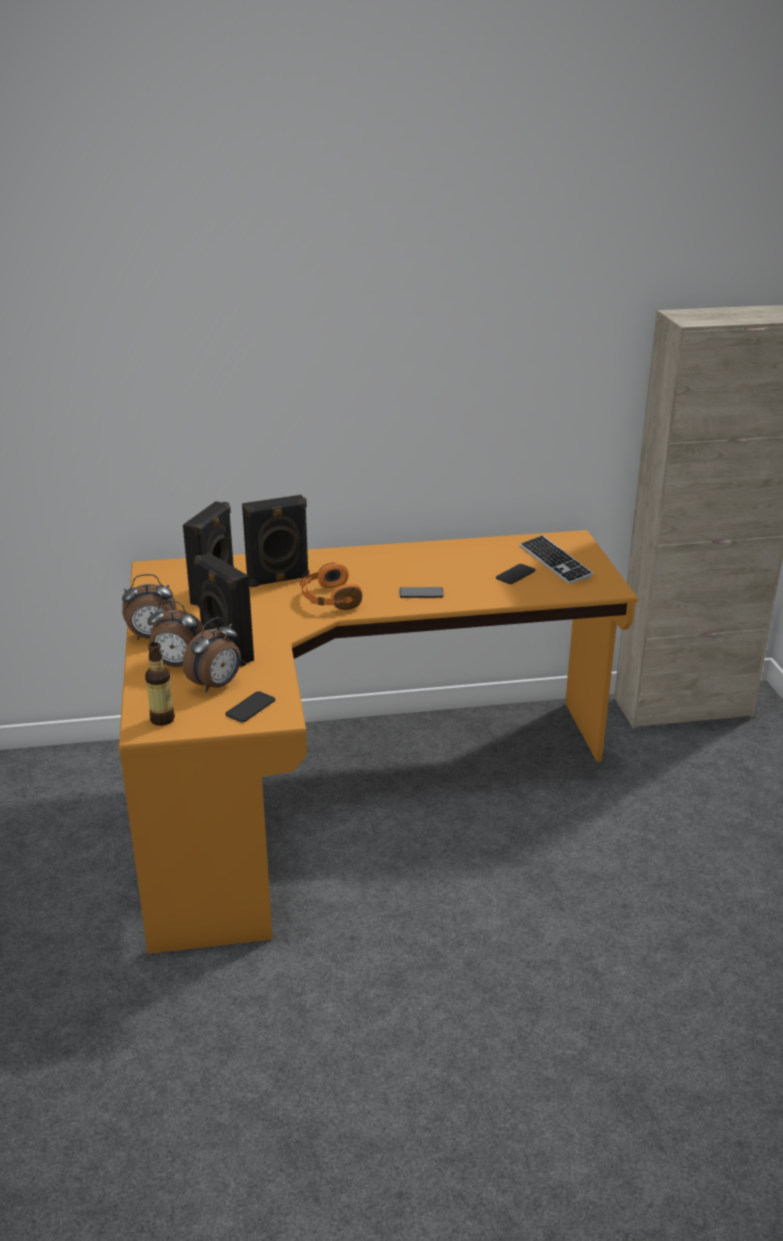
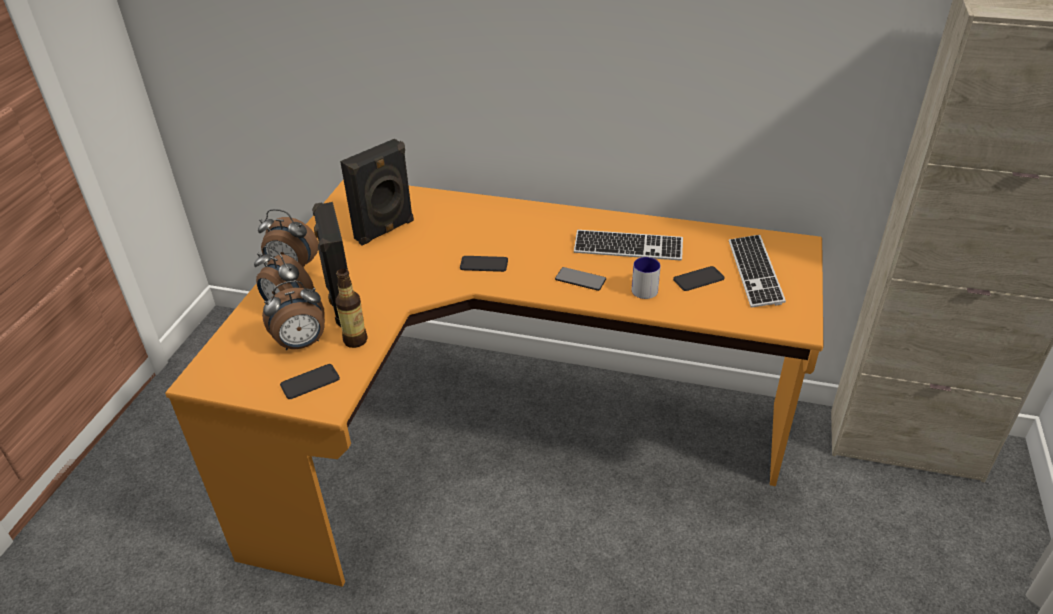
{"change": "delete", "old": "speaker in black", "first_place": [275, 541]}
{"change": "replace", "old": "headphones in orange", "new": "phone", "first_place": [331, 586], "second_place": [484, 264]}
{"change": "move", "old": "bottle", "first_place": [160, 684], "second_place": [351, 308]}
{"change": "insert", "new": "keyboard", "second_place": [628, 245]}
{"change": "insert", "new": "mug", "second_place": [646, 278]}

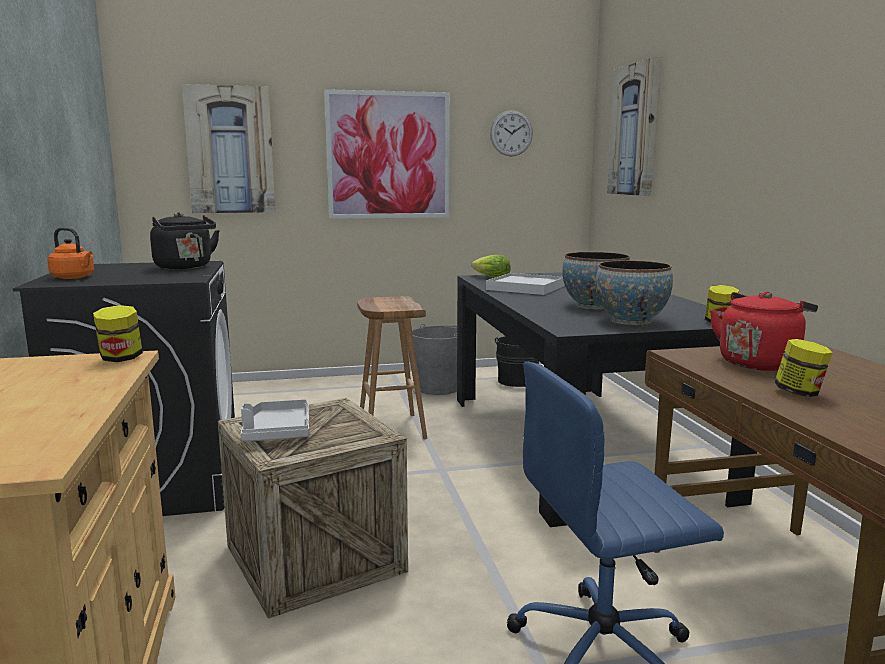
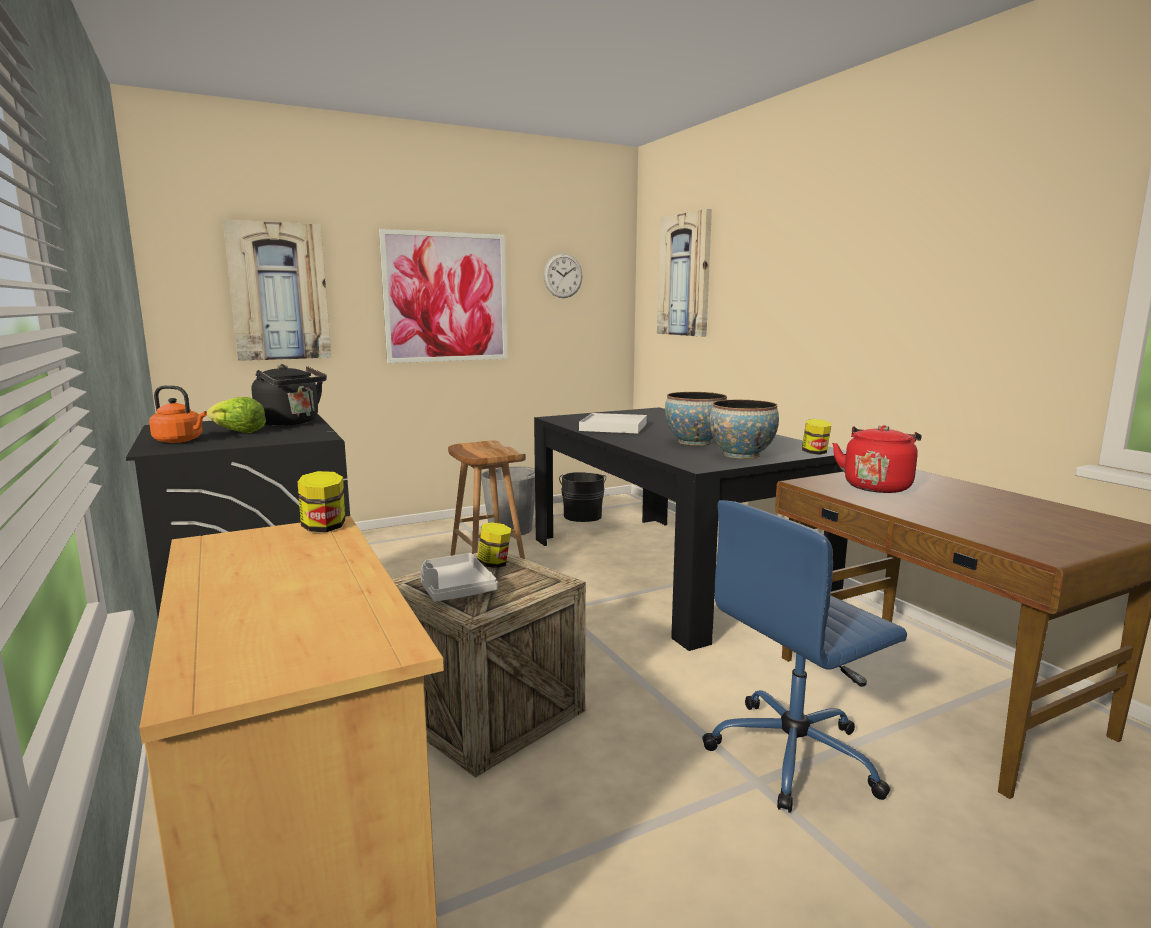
{"change": "move", "old": "lettuce", "first_place": [491, 266], "second_place": [236, 415]}
{"change": "move", "old": "jar", "first_place": [804, 368], "second_place": [494, 545]}

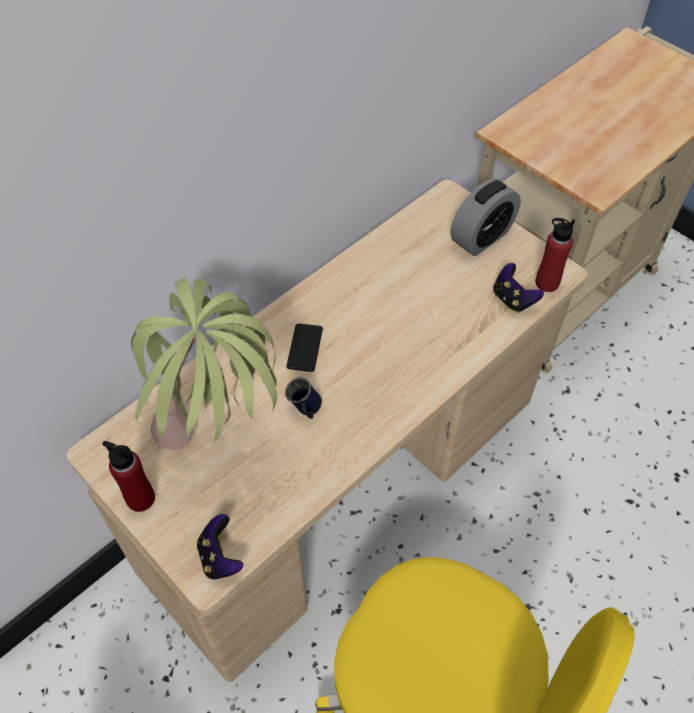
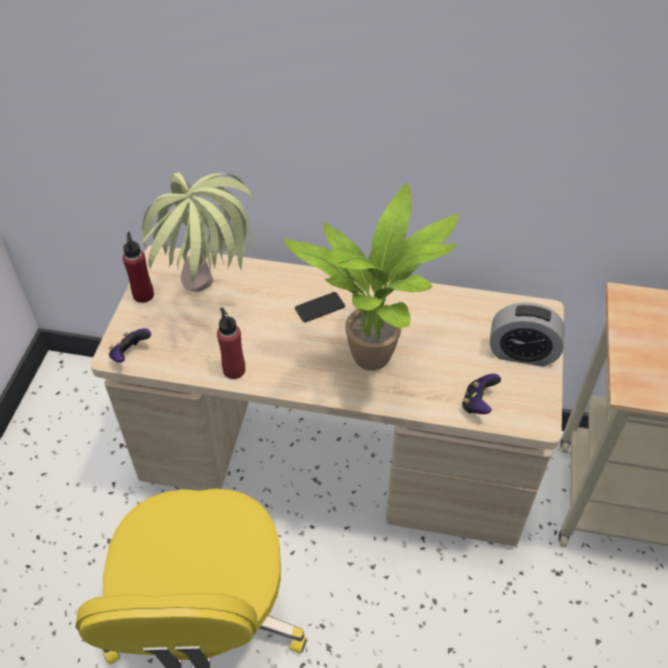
{"change": "move", "old": "bottle in red", "first_place": [555, 255], "second_place": [231, 343]}
{"change": "delete", "old": "mug in blue", "first_place": [303, 398]}
{"change": "insert", "new": "potted plant", "second_place": [371, 277]}

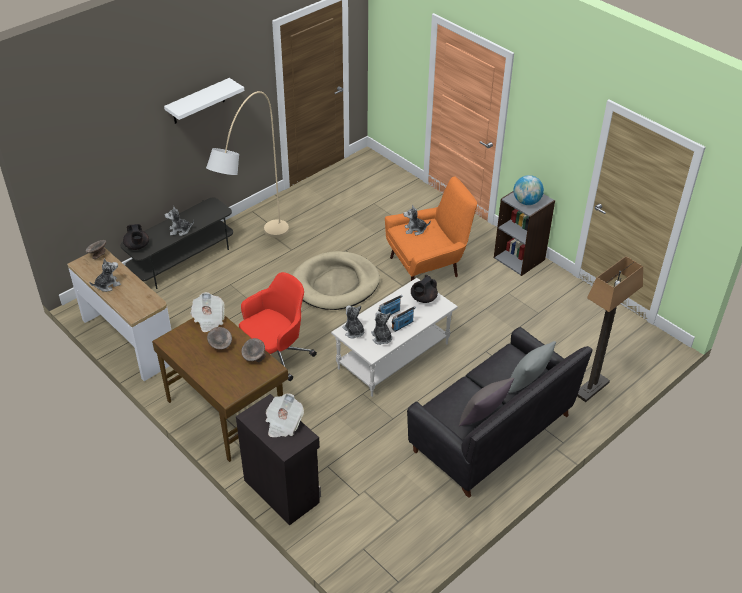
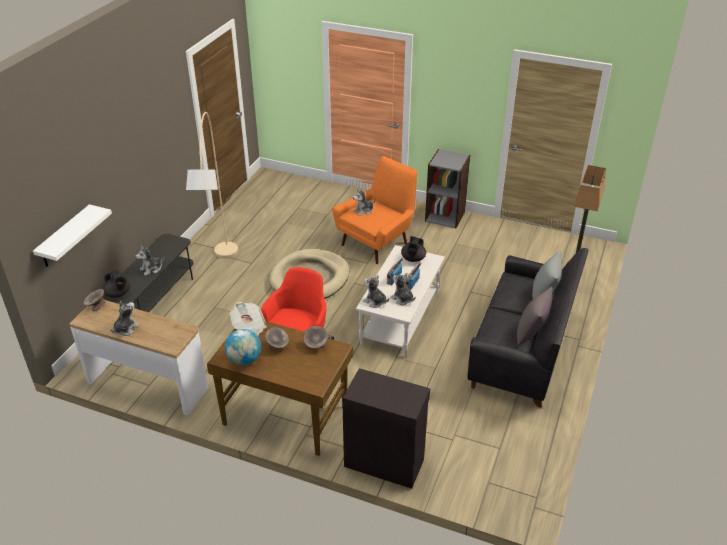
{"change": "move", "old": "shelf in white", "first_place": [204, 101], "second_place": [72, 235]}
{"change": "move", "old": "globe", "first_place": [529, 190], "second_place": [243, 347]}
{"change": "delete", "old": "newspaper", "first_place": [285, 415]}

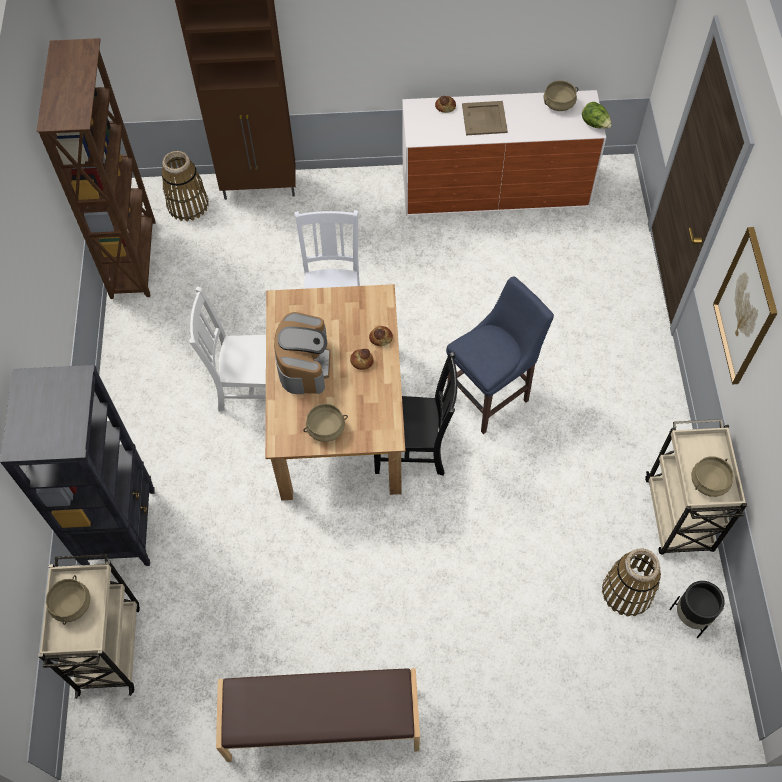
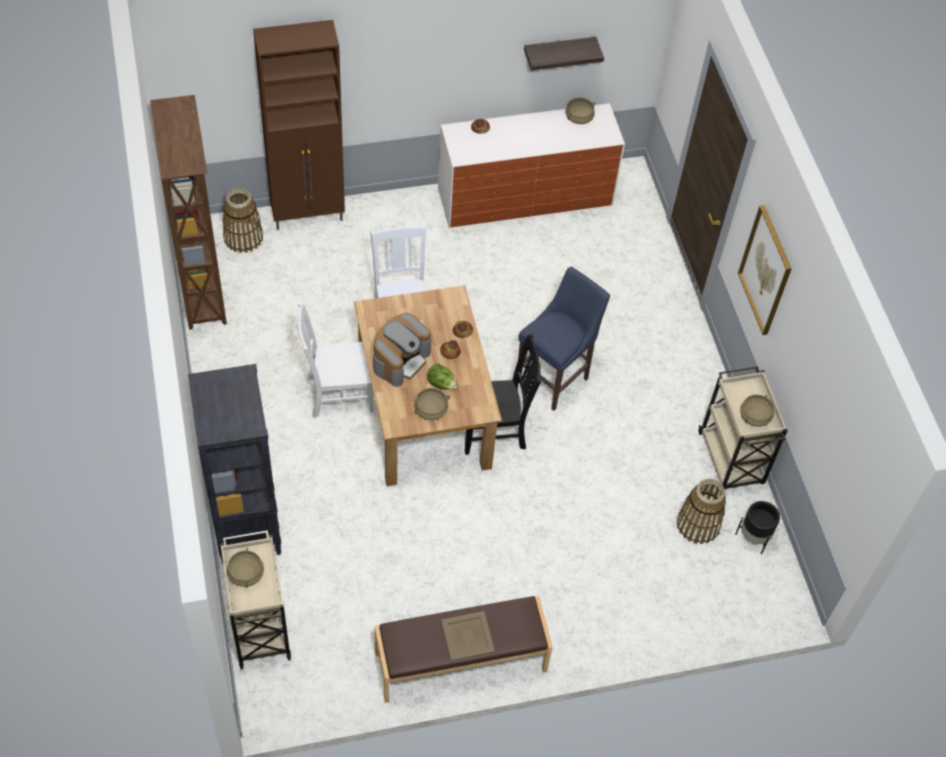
{"change": "move", "old": "tray in beige", "first_place": [485, 118], "second_place": [468, 636]}
{"change": "move", "old": "lettuce", "first_place": [597, 115], "second_place": [442, 377]}
{"change": "rotate", "old": "coffee machine", "first_place": [302, 353], "second_place": [402, 350], "degrees": 45}
{"change": "insert", "new": "shelf", "second_place": [564, 53]}

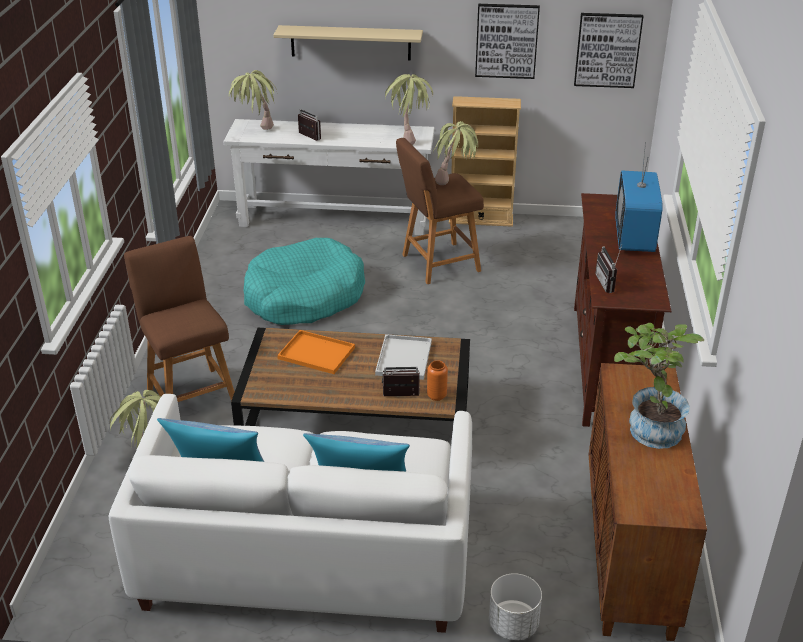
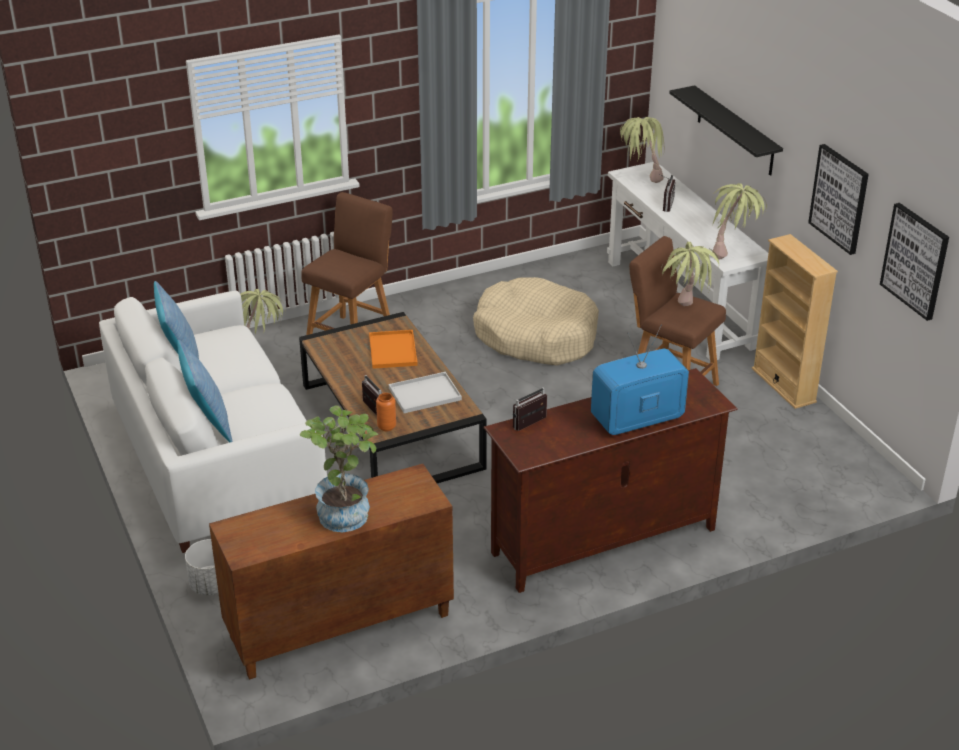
{"change": "recolor", "old": "shelf in beige", "new": "shelf in black", "first_place": [348, 43], "second_place": [726, 130]}
{"change": "recolor", "old": "dog bed in turquoise", "new": "dog bed in beige", "first_place": [304, 281], "second_place": [536, 321]}

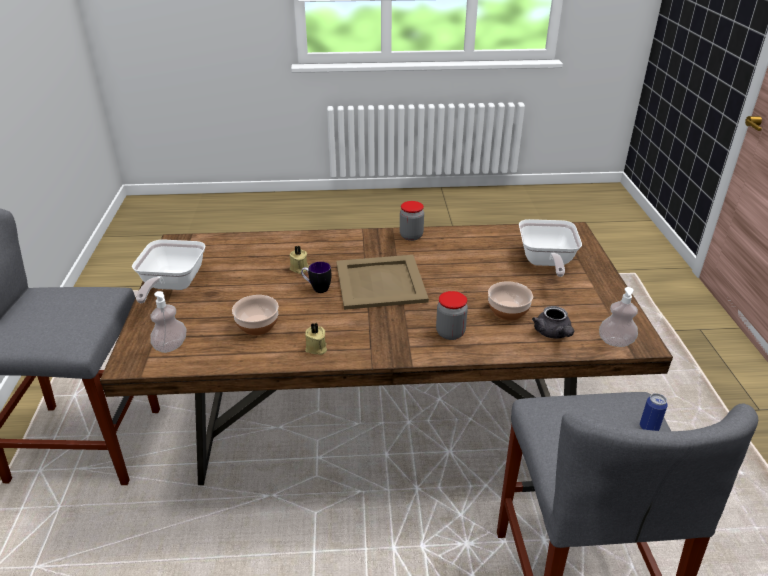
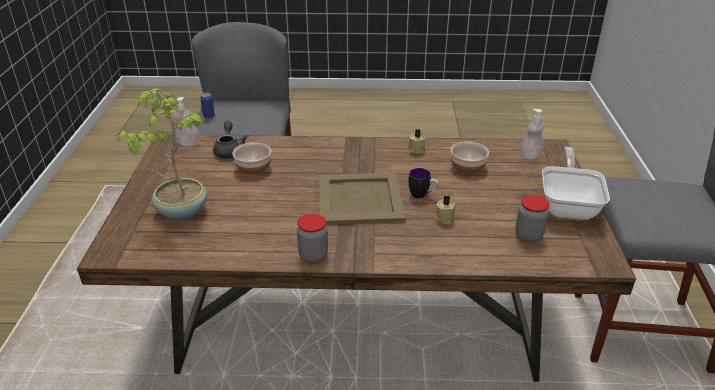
{"change": "replace", "old": "frying pan", "new": "potted plant", "first_place": [550, 248], "second_place": [162, 154]}
{"change": "move", "old": "jar", "first_place": [452, 315], "second_place": [532, 218]}

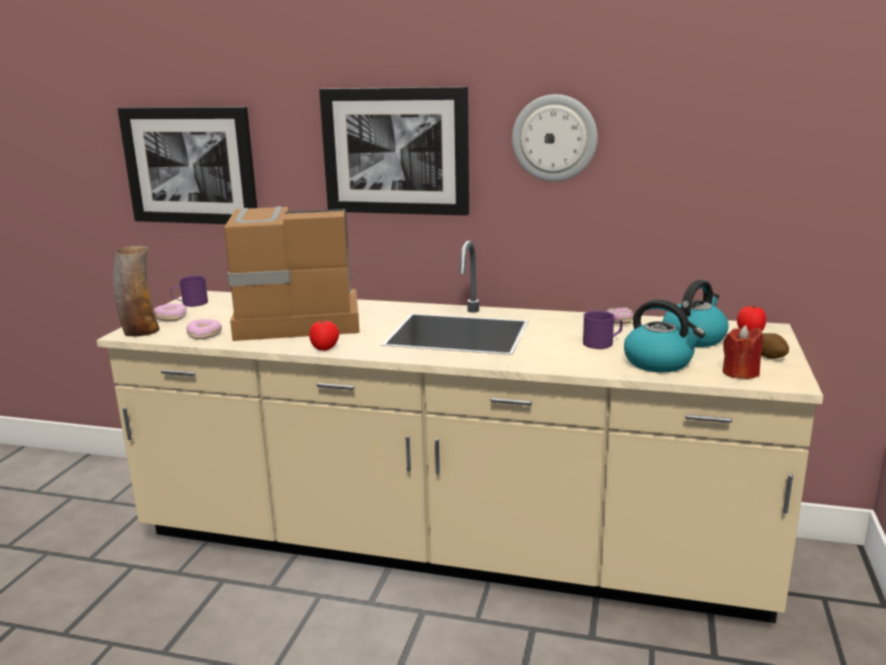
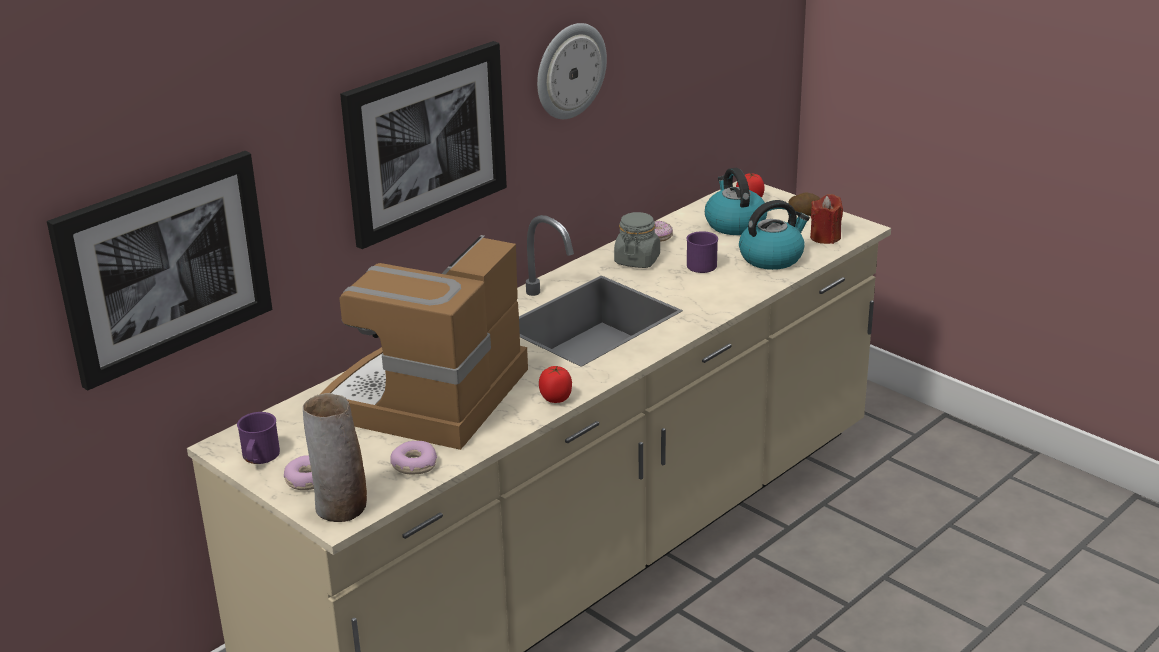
{"change": "insert", "new": "jar in grey", "second_place": [637, 240]}

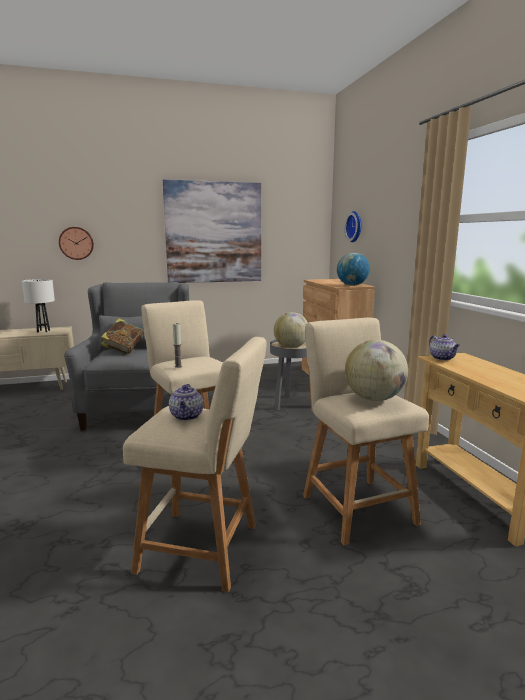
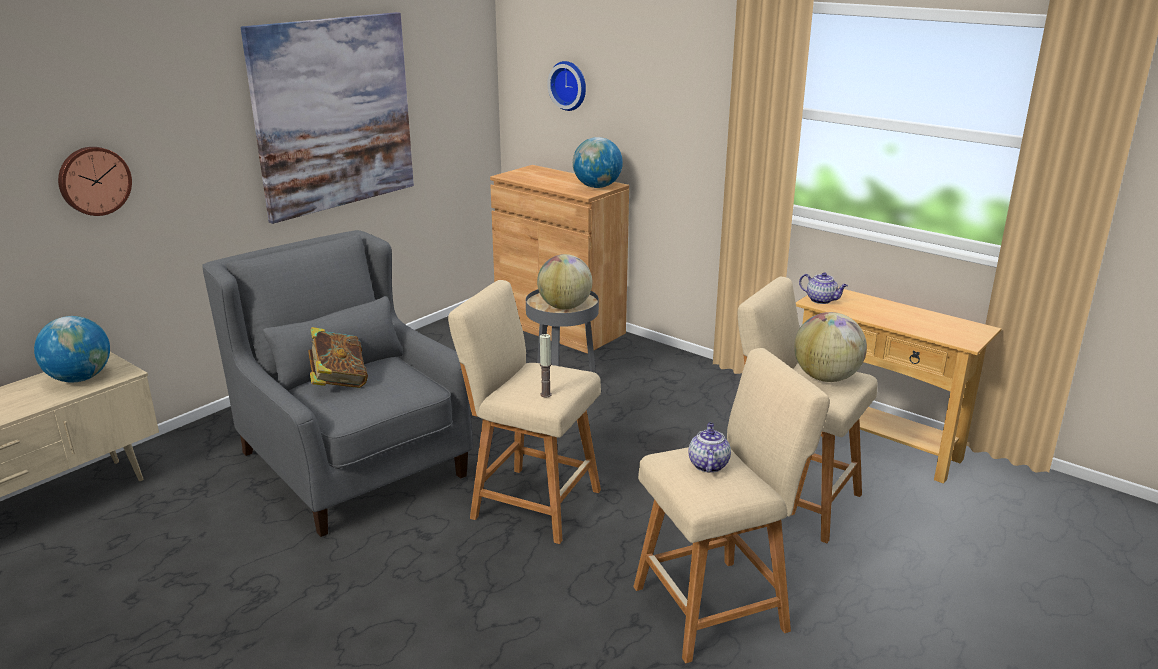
{"change": "replace", "old": "table lamp in white", "new": "globe", "first_place": [38, 306], "second_place": [72, 349]}
{"change": "rotate", "old": "teapot", "first_place": [186, 402], "second_place": [709, 447], "degrees": -135}

